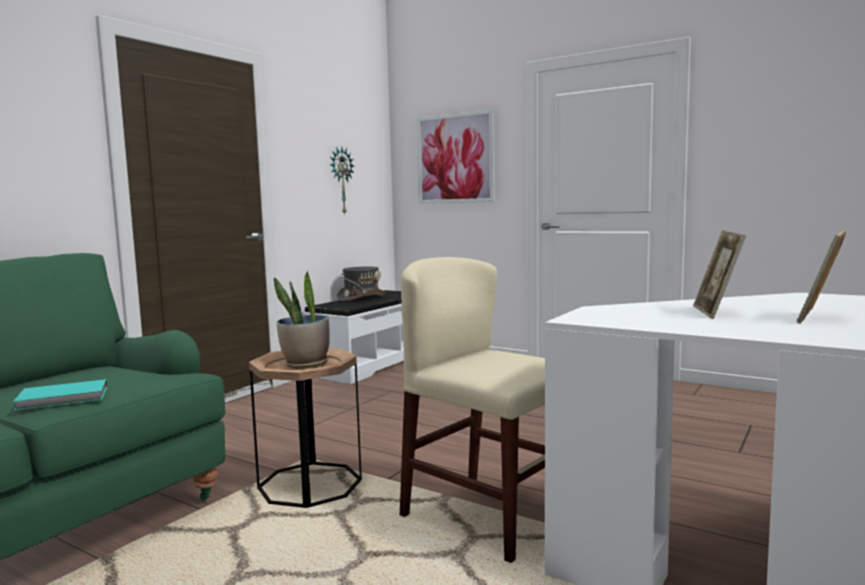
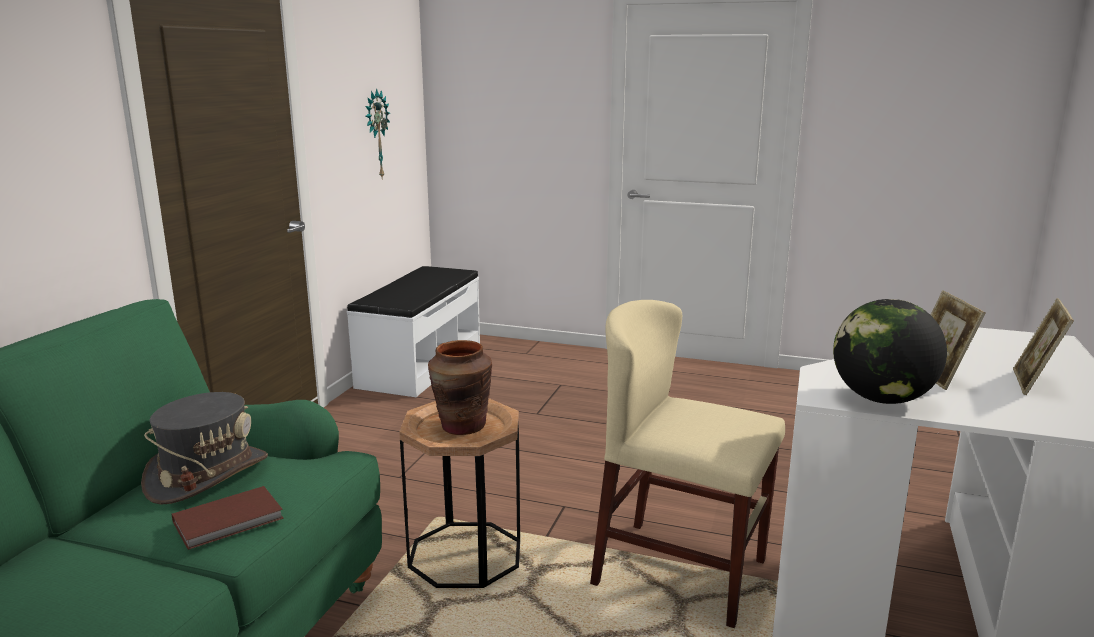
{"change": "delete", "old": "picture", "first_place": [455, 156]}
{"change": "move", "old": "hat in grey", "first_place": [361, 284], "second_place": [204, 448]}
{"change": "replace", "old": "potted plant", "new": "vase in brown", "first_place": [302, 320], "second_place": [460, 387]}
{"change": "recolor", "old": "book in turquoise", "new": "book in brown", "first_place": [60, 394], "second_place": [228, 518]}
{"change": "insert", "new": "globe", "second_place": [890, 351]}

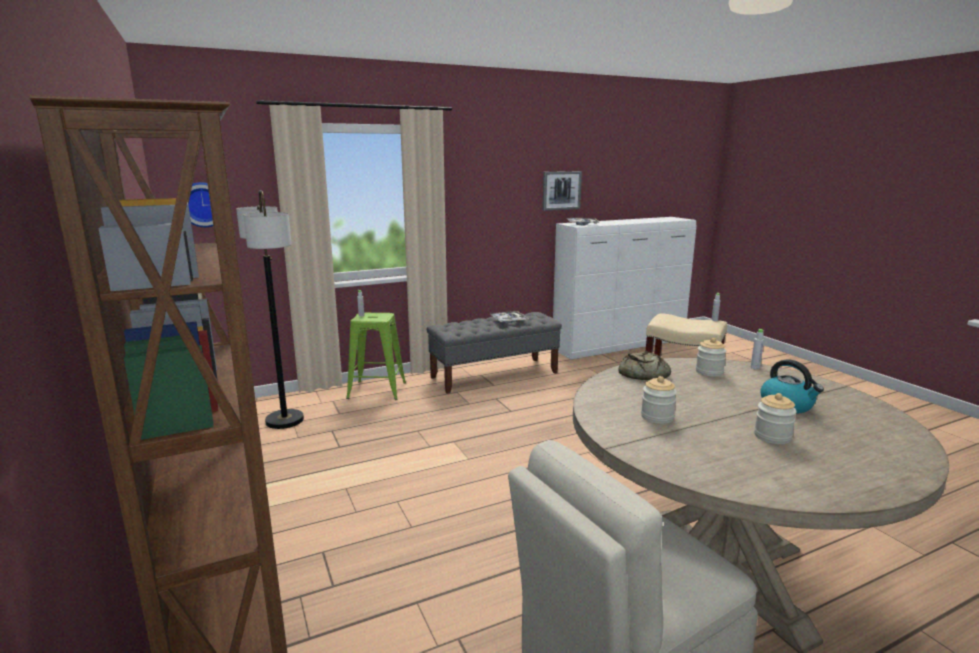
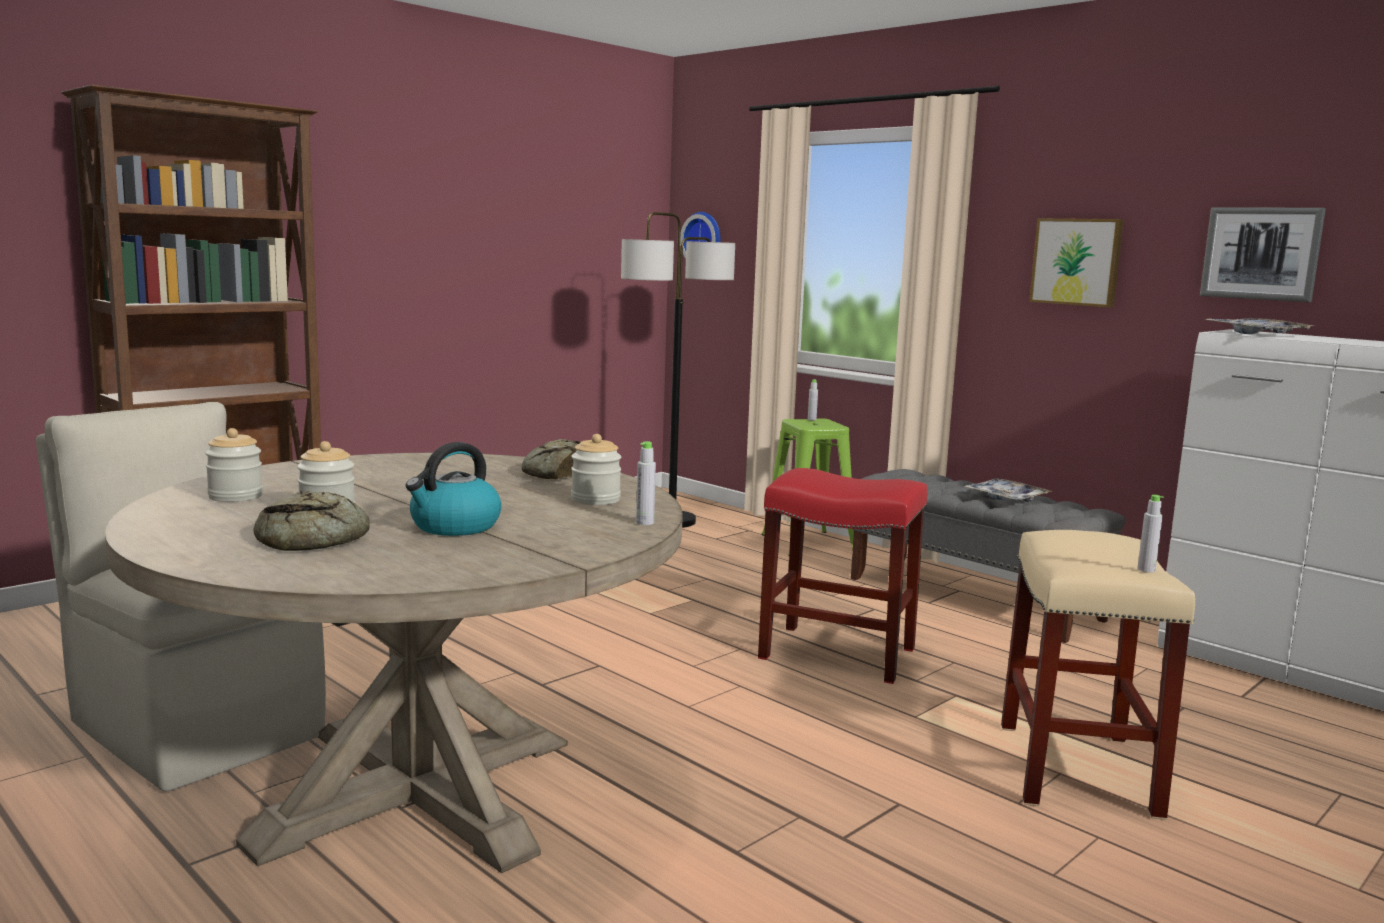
{"change": "move", "old": "jar", "first_place": [659, 400], "second_place": [234, 465]}
{"change": "insert", "new": "picture", "second_place": [1076, 262]}
{"change": "insert", "new": "stool in red", "second_place": [843, 576]}
{"change": "insert", "new": "bread", "second_place": [311, 521]}

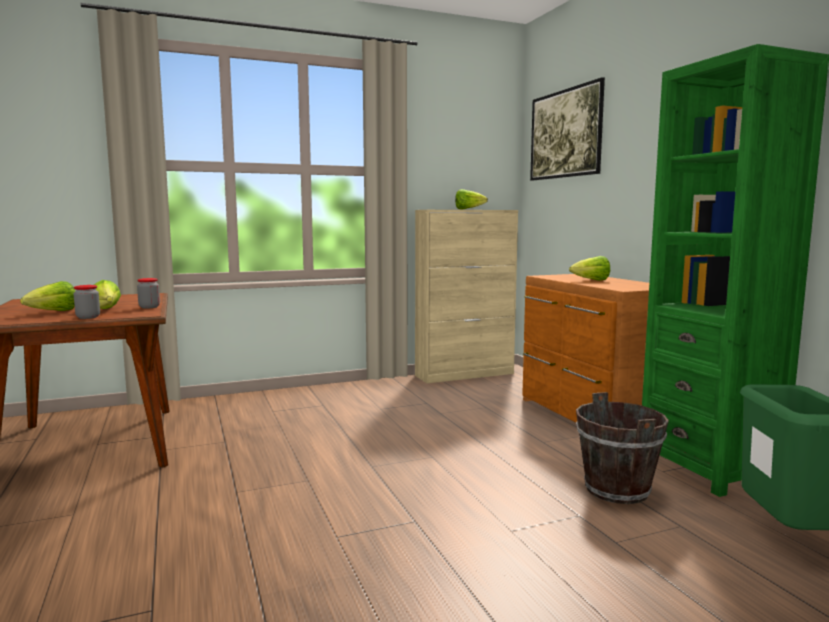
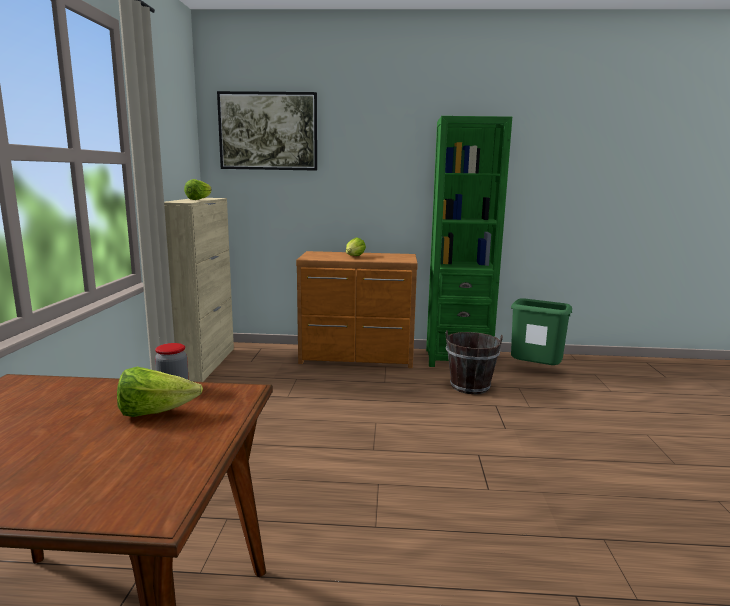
{"change": "delete", "old": "lettuce", "first_place": [47, 296]}
{"change": "delete", "old": "jar", "first_place": [87, 302]}

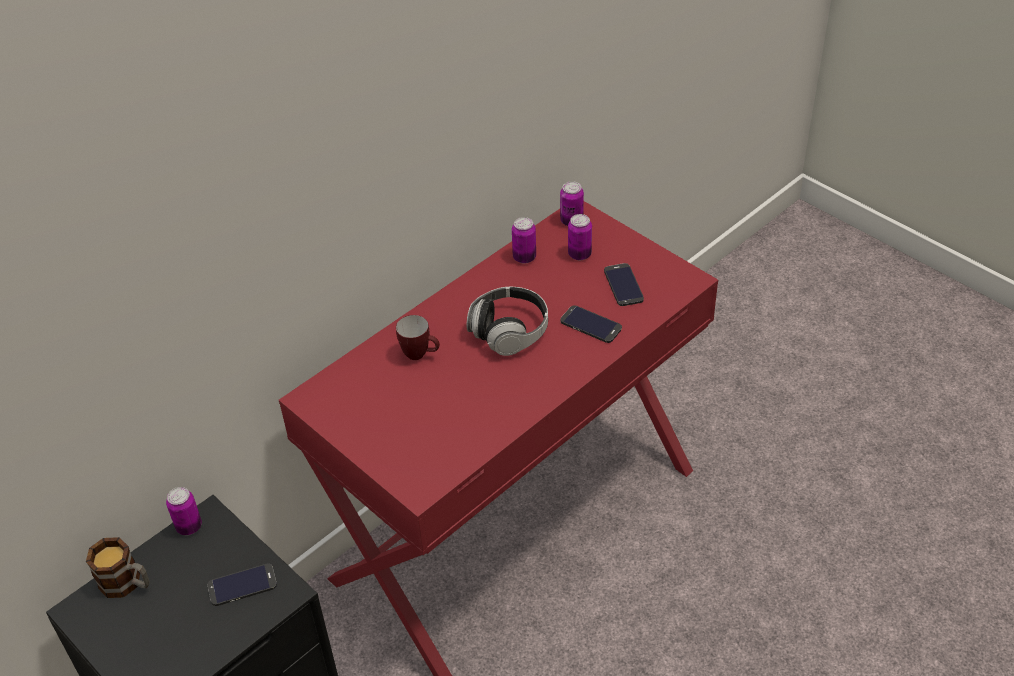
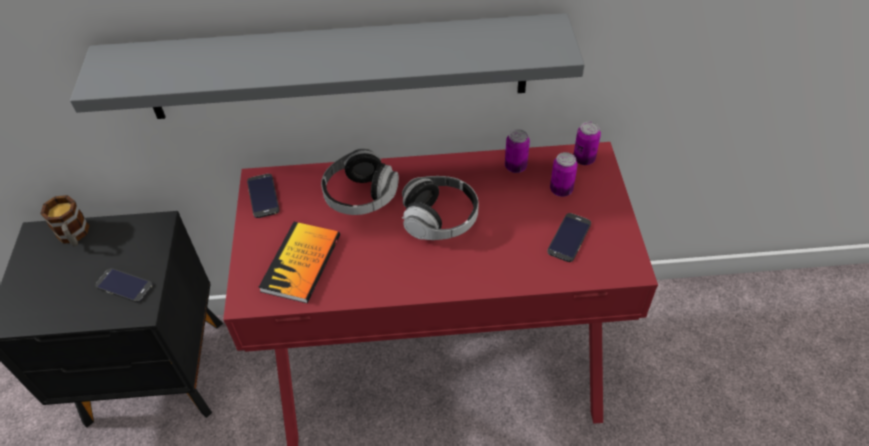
{"change": "move", "old": "phone", "first_place": [591, 324], "second_place": [263, 196]}
{"change": "replace", "old": "mug", "new": "headphones", "first_place": [418, 337], "second_place": [360, 181]}
{"change": "delete", "old": "can", "first_place": [184, 511]}
{"change": "insert", "new": "shelf in grey", "second_place": [327, 66]}
{"change": "insert", "new": "book", "second_place": [299, 262]}

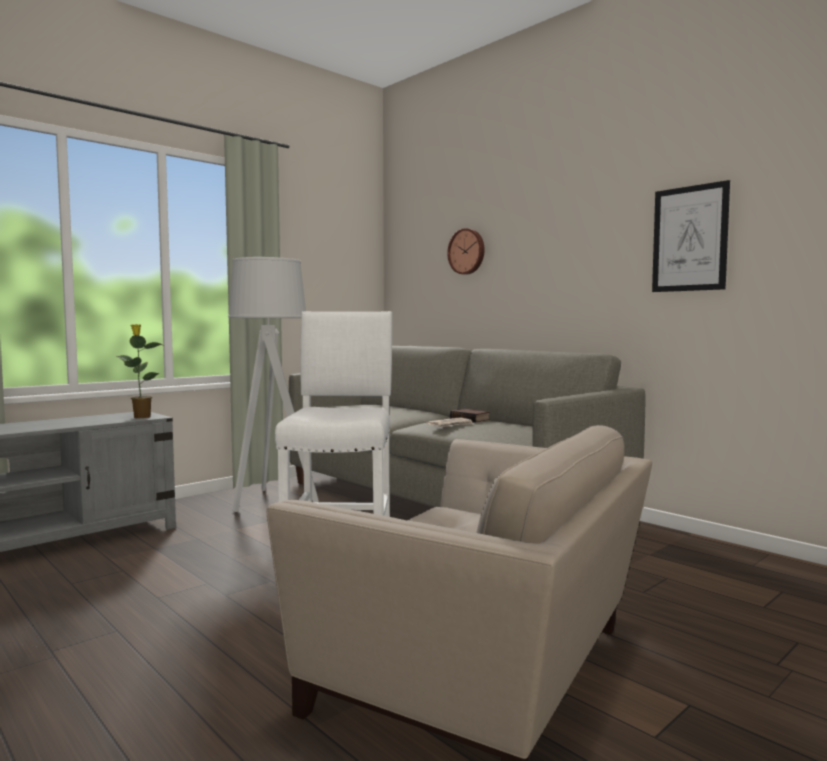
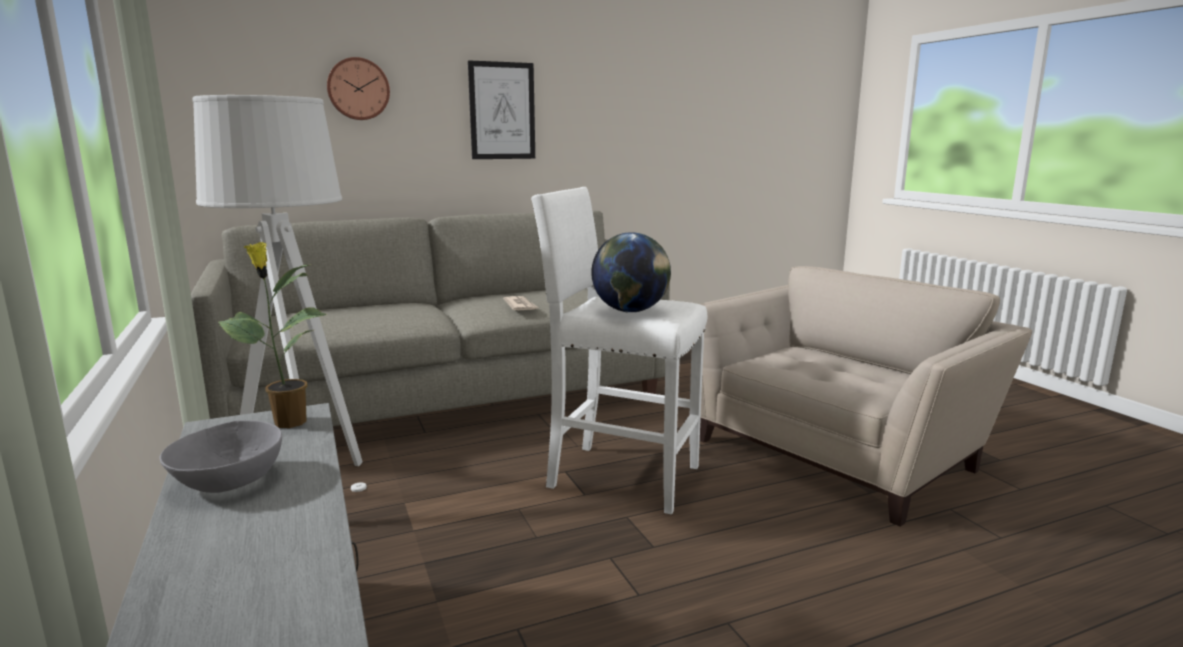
{"change": "move", "old": "picture", "first_place": [691, 236], "second_place": [501, 109]}
{"change": "delete", "old": "book", "first_place": [470, 416]}
{"change": "insert", "new": "globe", "second_place": [631, 272]}
{"change": "insert", "new": "bowl in grey", "second_place": [220, 456]}

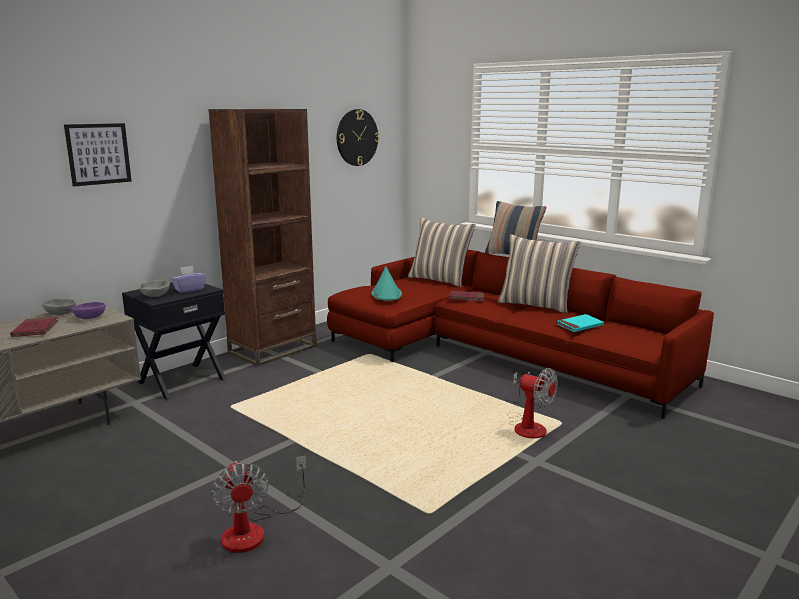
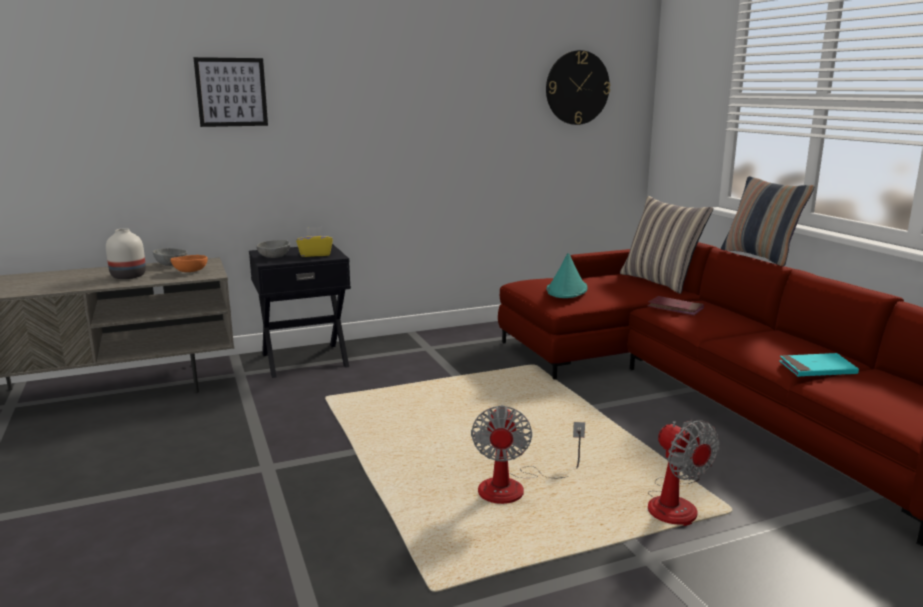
{"change": "delete", "old": "bookcase in brown", "first_place": [262, 237]}
{"change": "delete", "old": "pillow", "first_place": [539, 273]}
{"change": "recolor", "old": "tissue box in purple", "new": "tissue box in yellow", "first_place": [188, 279], "second_place": [314, 242]}
{"change": "recolor", "old": "bowl in purple", "new": "bowl in orange", "first_place": [88, 310], "second_place": [189, 263]}
{"change": "replace", "old": "book in red", "new": "vase in white", "first_place": [34, 326], "second_place": [126, 253]}
{"change": "move", "old": "fan", "first_place": [259, 504], "second_place": [528, 454]}

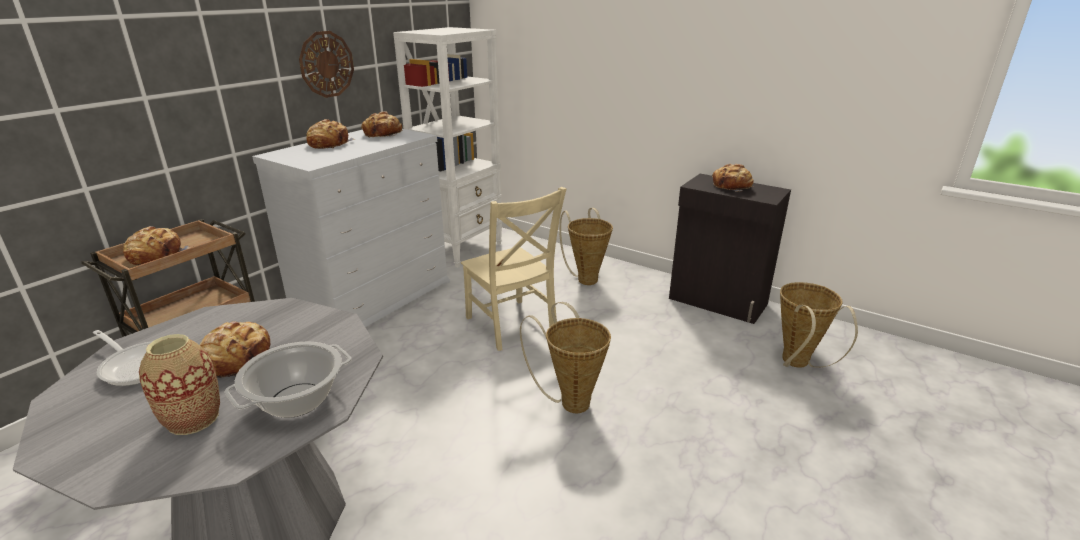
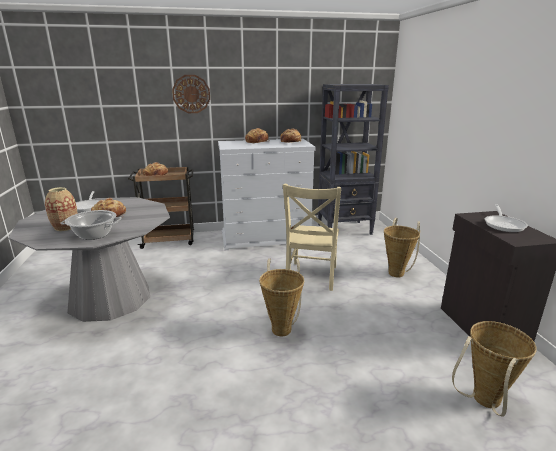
{"change": "recolor", "old": "bookcase in white", "new": "bookcase in black", "first_place": [447, 147], "second_place": [353, 159]}
{"change": "move", "old": "wall clock", "first_place": [326, 64], "second_place": [191, 94]}
{"change": "replace", "old": "bread", "new": "frying pan", "first_place": [733, 178], "second_place": [506, 218]}

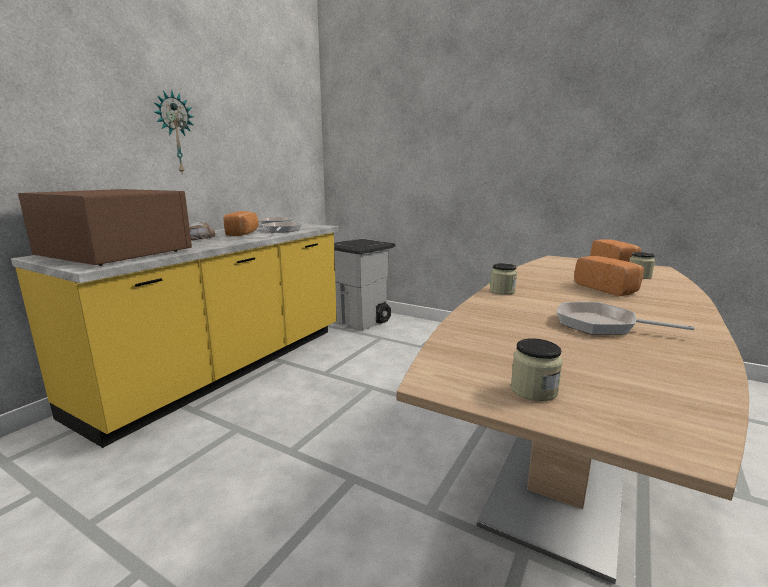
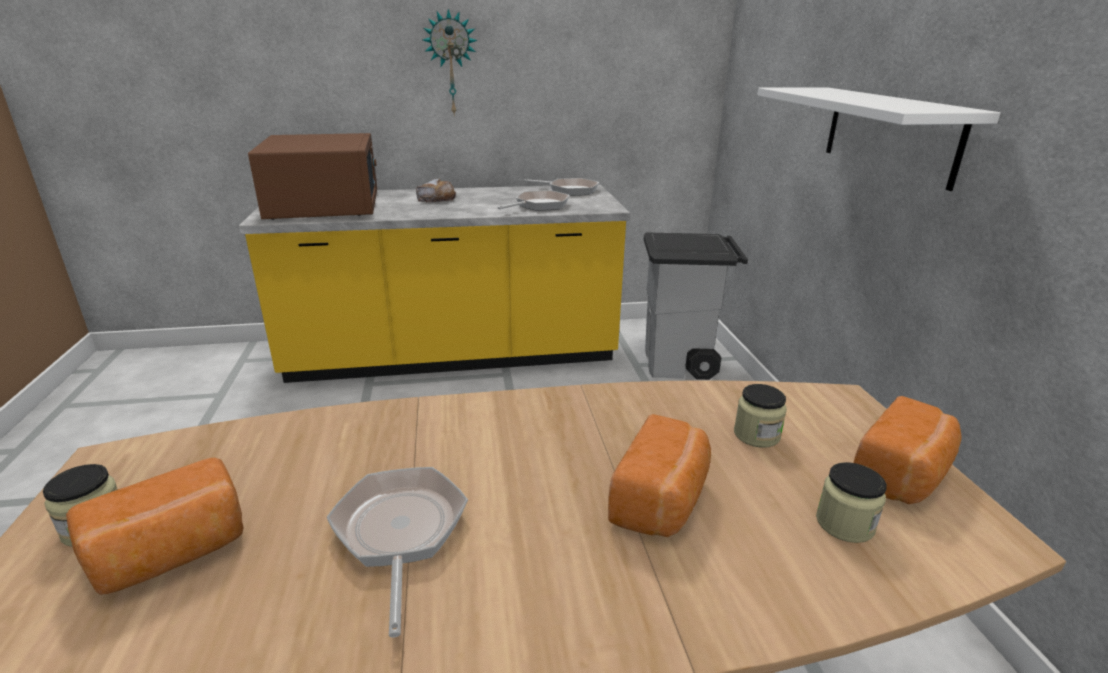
{"change": "move", "old": "bread", "first_place": [241, 223], "second_place": [155, 526]}
{"change": "move", "old": "jar", "first_place": [503, 279], "second_place": [760, 416]}
{"change": "insert", "new": "shelf in white", "second_place": [879, 139]}

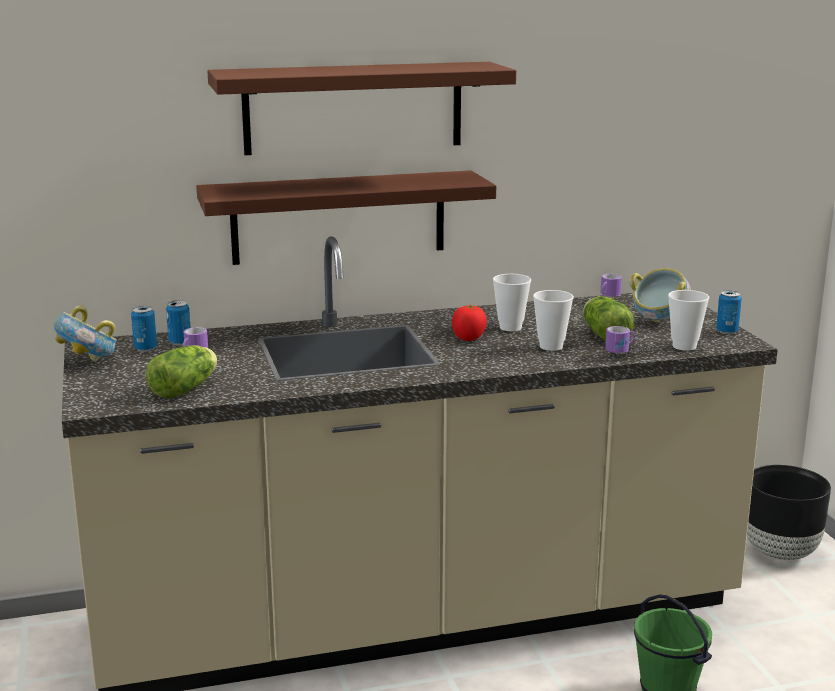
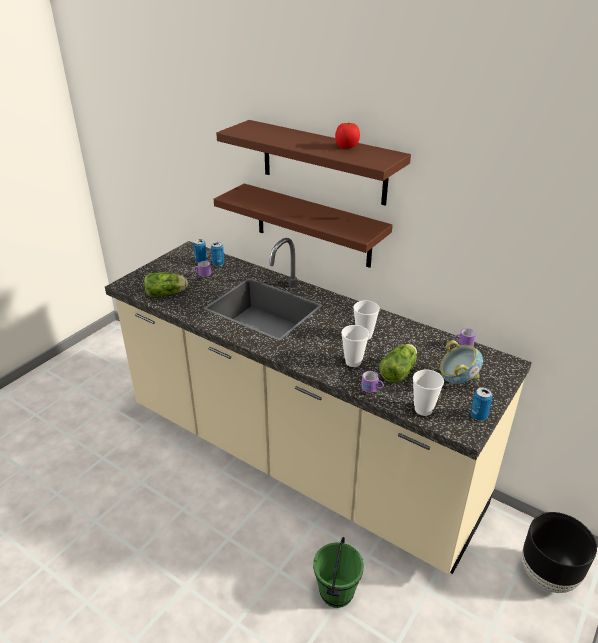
{"change": "delete", "old": "bowl", "first_place": [85, 333]}
{"change": "move", "old": "tomato", "first_place": [469, 323], "second_place": [347, 136]}

